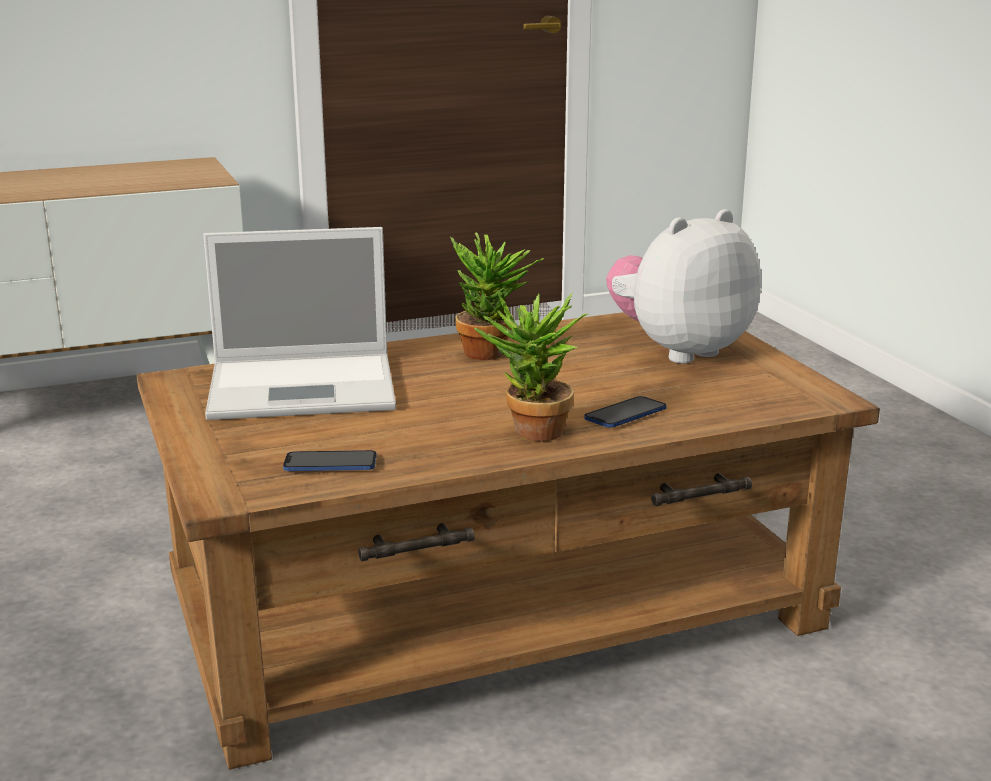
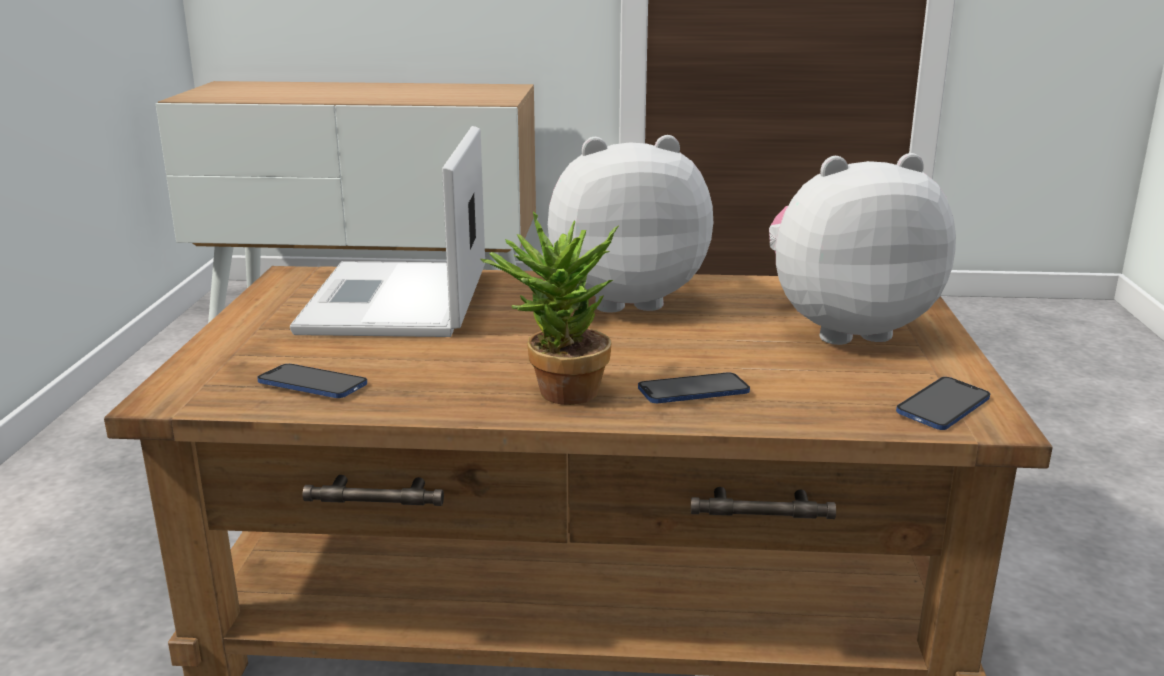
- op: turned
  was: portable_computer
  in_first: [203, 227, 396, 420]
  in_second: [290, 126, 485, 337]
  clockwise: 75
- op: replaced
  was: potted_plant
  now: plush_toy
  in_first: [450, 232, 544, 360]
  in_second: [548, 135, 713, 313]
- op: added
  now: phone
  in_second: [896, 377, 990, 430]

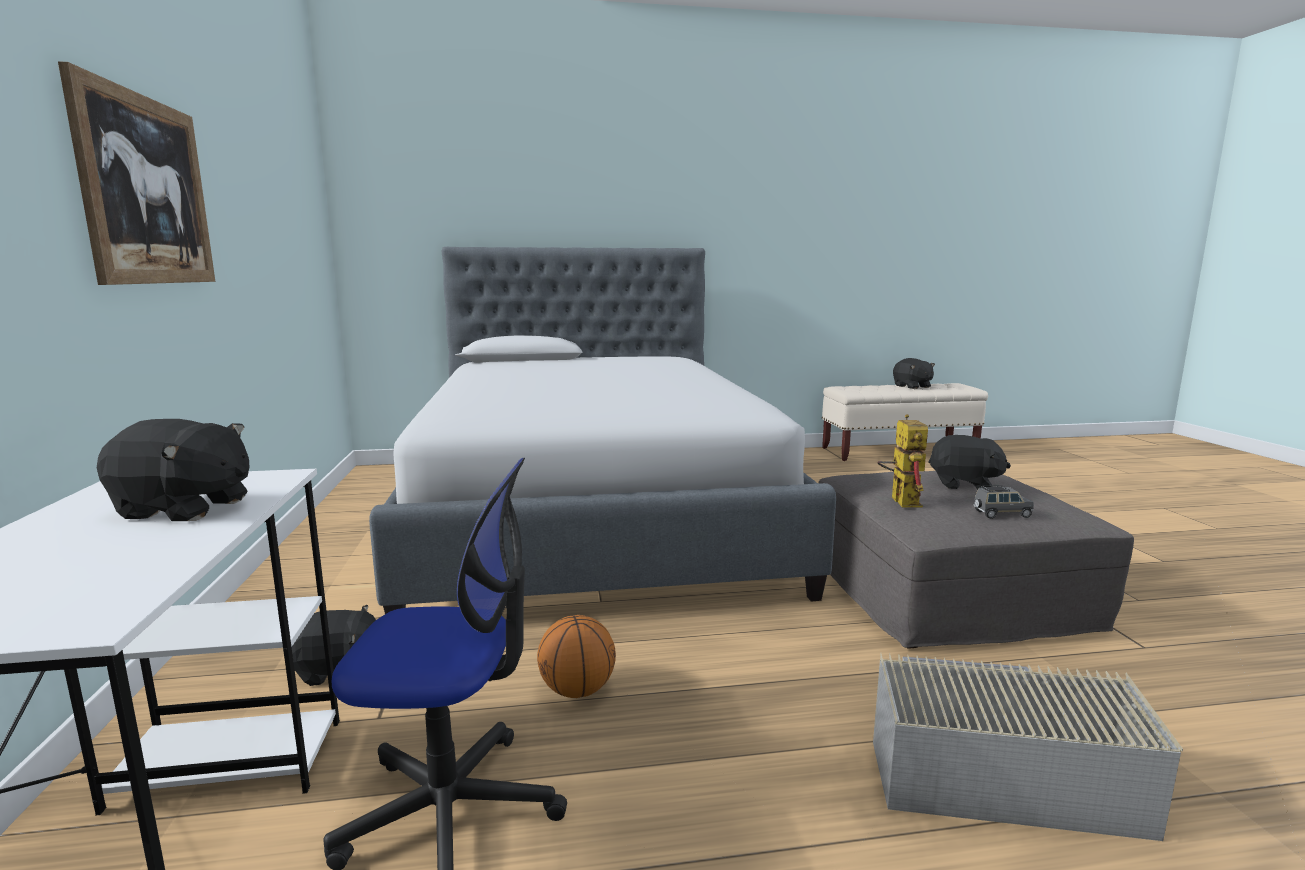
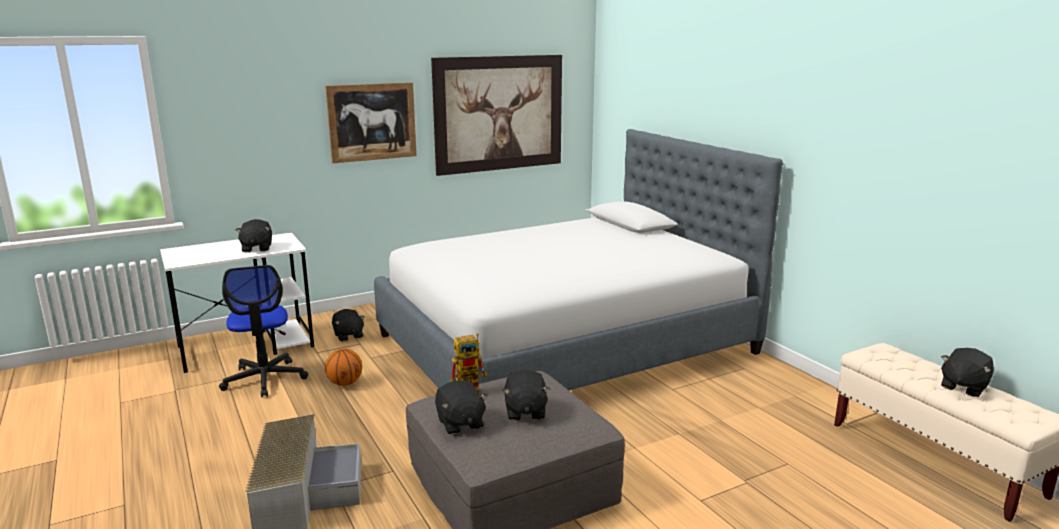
- op: added
  now: wall_art
  in_second: [431, 55, 562, 176]
- op: replaced
  was: greyish_model_car
  now: black_plush_toy
  in_first: [974, 485, 1034, 519]
  in_second: [435, 381, 487, 435]

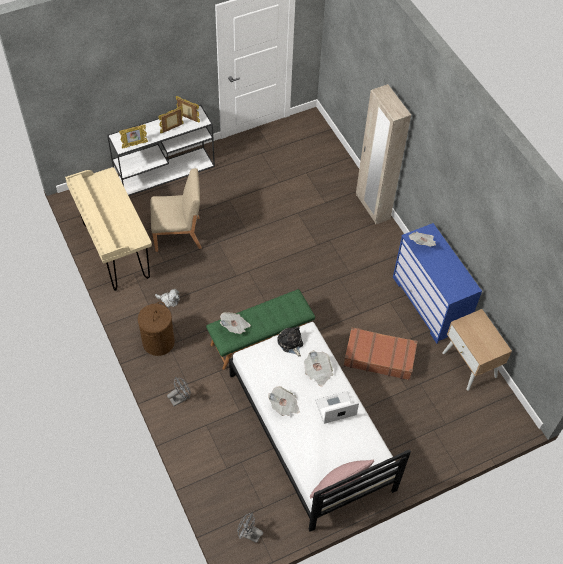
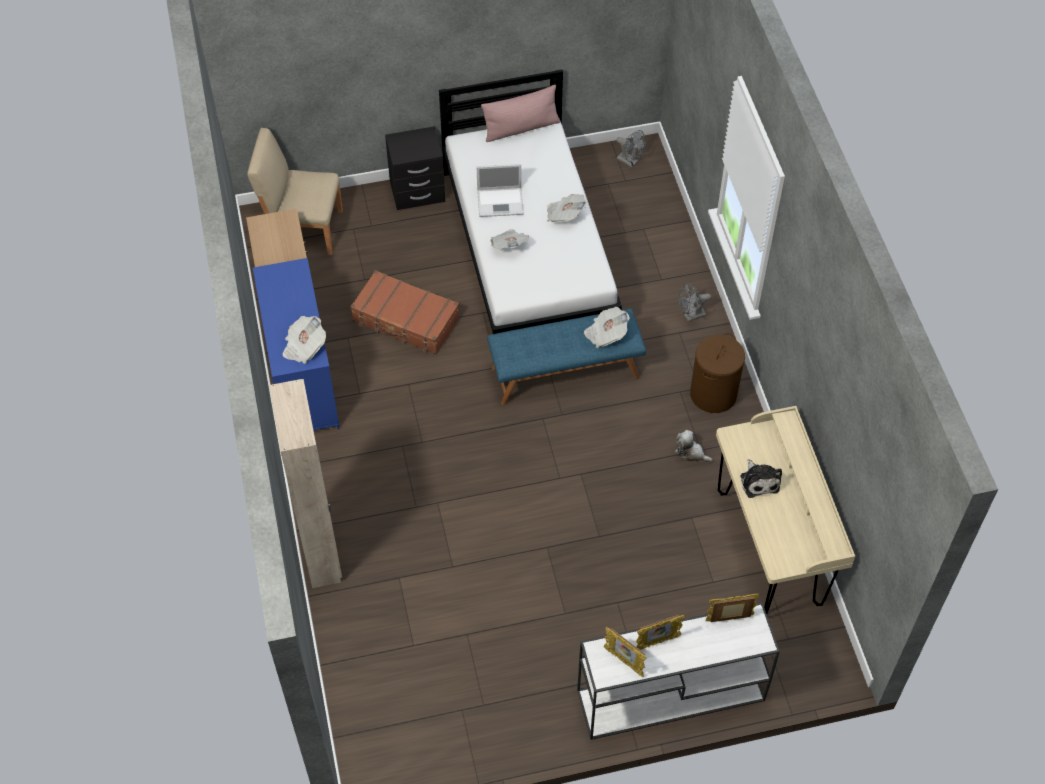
- op: moved
  was: sand-coloured_chair
  in_first: [150, 168, 202, 252]
  in_second: [247, 128, 343, 255]
- op: added
  now: black_bedside_table
  in_second: [385, 127, 445, 210]
- op: recoloured
  was: greenish_long_seat
  now: bluish_long_seat
  in_first: [206, 289, 315, 370]
  in_second: [487, 309, 646, 405]
- op: moved
  was: plush_toy
  in_first: [277, 326, 303, 357]
  in_second: [740, 459, 782, 498]

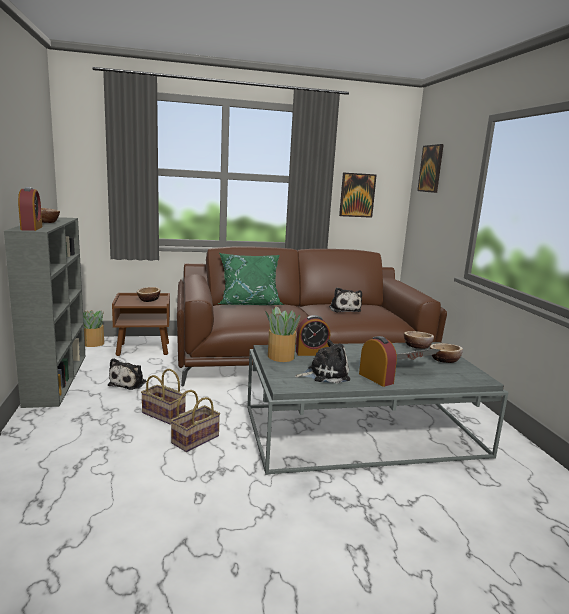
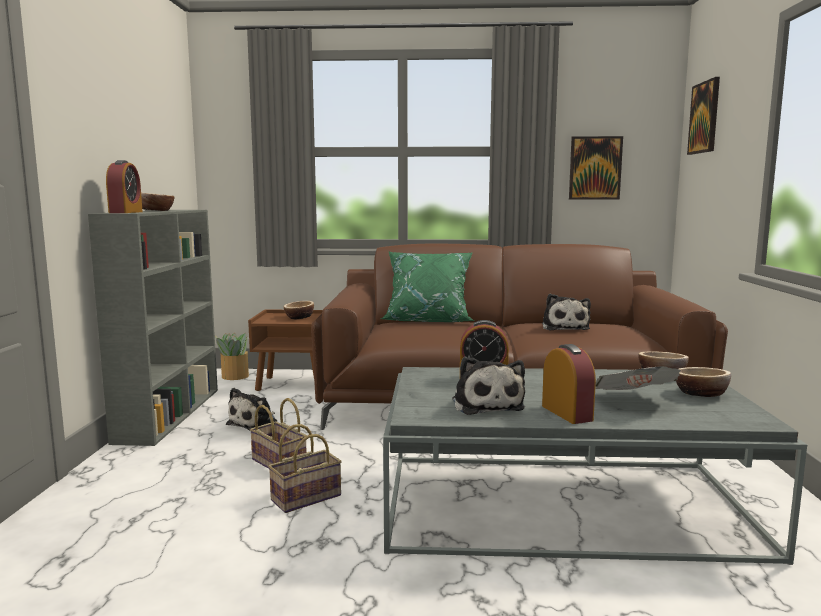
- op: turned
  was: plush_toy
  in_first: [295, 339, 350, 383]
  in_second: [453, 357, 525, 415]
  clockwise: 75
- op: removed
  was: potted_plant
  in_first: [265, 306, 301, 362]

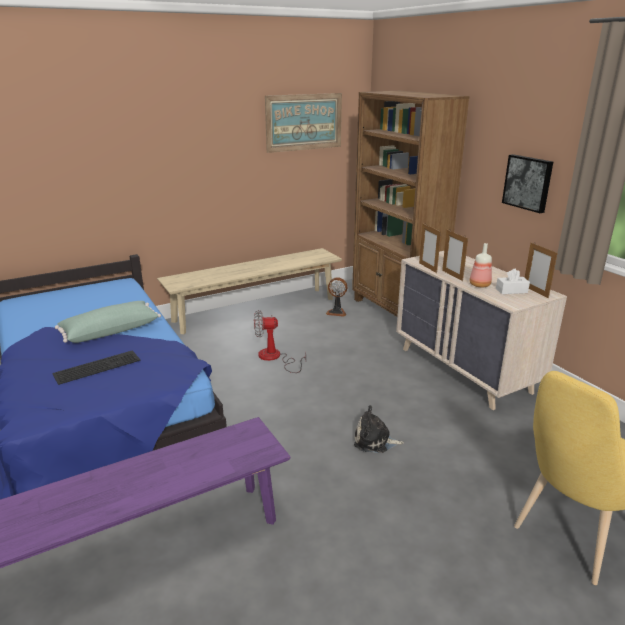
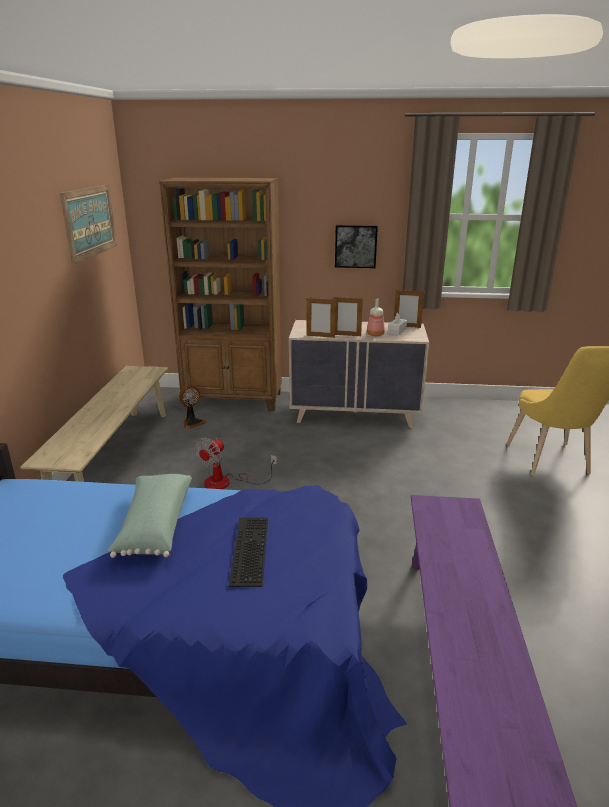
- op: removed
  was: plush_toy
  in_first: [354, 405, 404, 453]

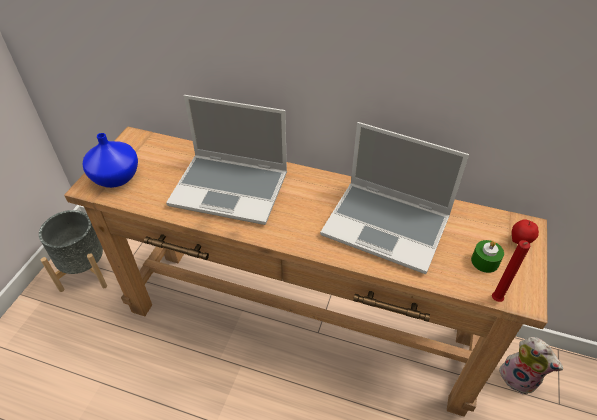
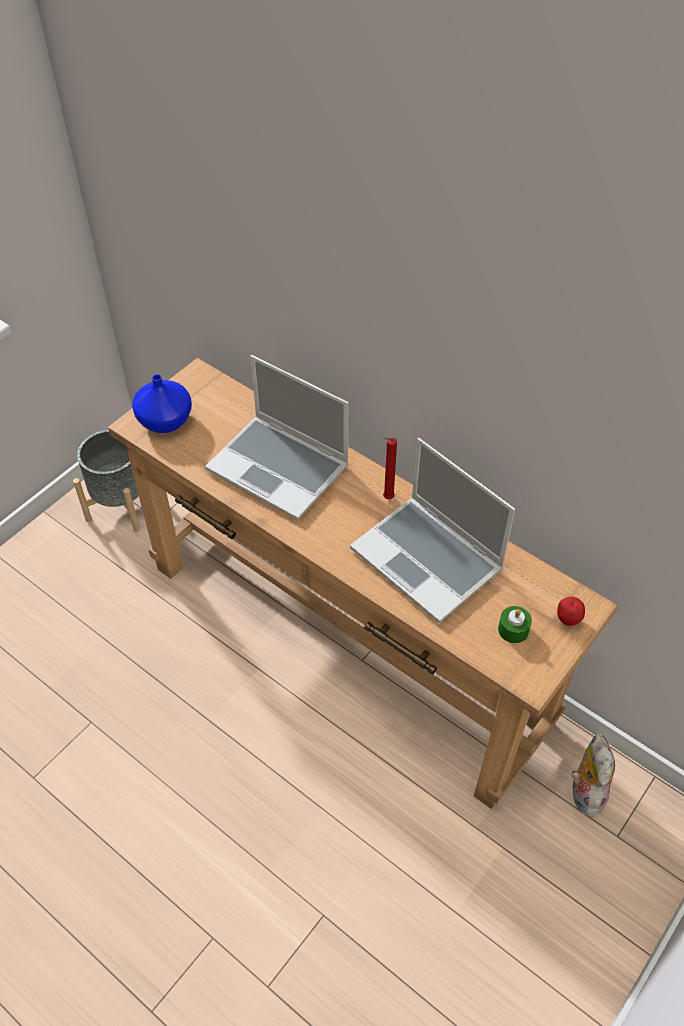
- op: moved
  was: red-coloured_wax_candle
  in_first: [492, 240, 530, 302]
  in_second: [383, 437, 397, 499]
- op: turned
  was: plush_toy
  in_first: [499, 337, 563, 395]
  in_second: [572, 732, 615, 820]
  clockwise: -150

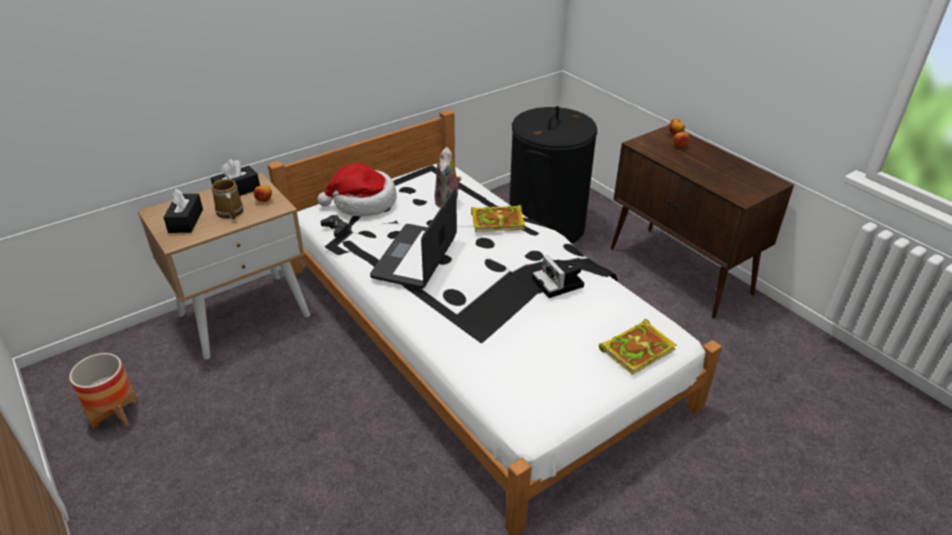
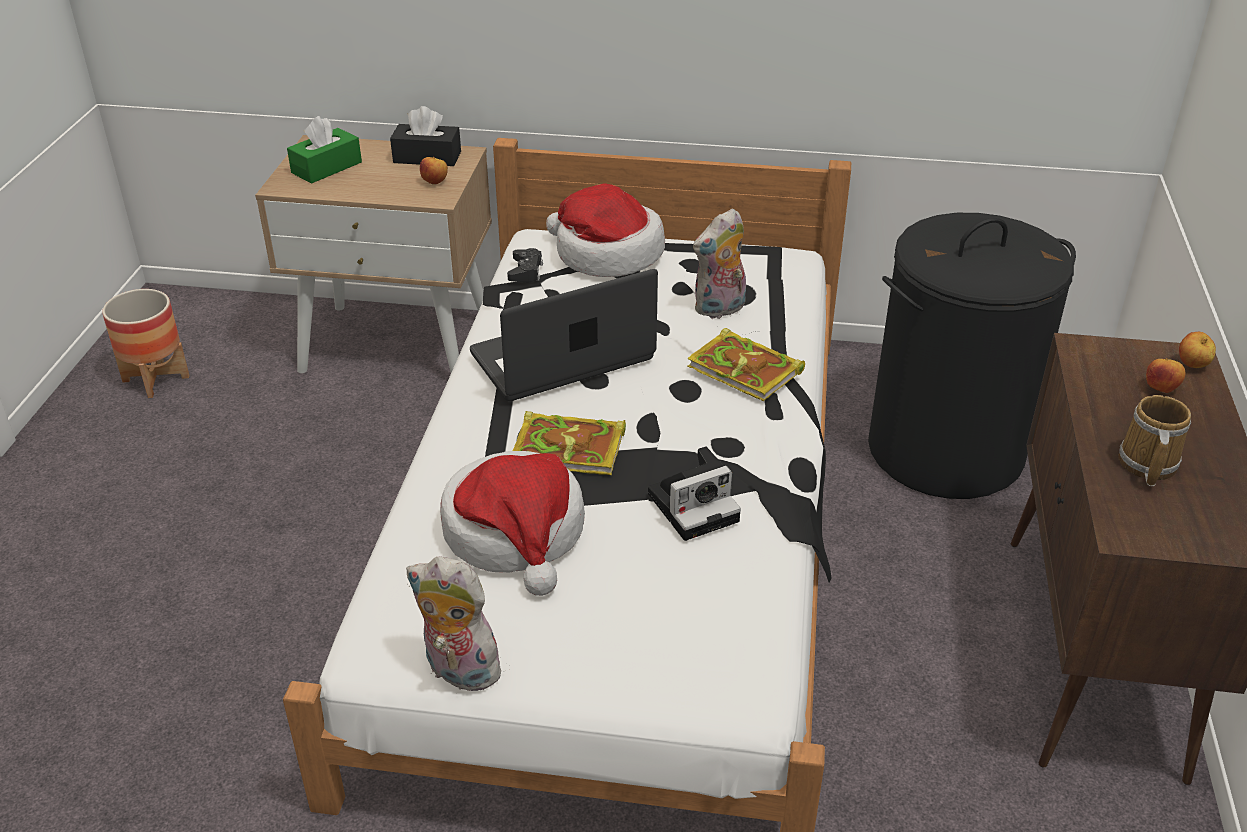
- op: recoloured
  was: black_box_of_tissues
  now: greenish_box_of_tissues
  in_first: [163, 189, 203, 233]
  in_second: [287, 116, 362, 184]
- op: added
  now: plush_toy
  in_second: [406, 556, 505, 694]
- op: added
  now: clothing_hat
  in_second: [440, 451, 585, 596]
- op: moved
  was: volume
  in_first: [599, 319, 677, 375]
  in_second: [513, 411, 626, 475]
- op: turned
  was: still_camera
  in_first: [533, 255, 584, 298]
  in_second: [648, 446, 741, 541]
  clockwise: -135
- op: moved
  was: tea_mug
  in_first: [212, 179, 243, 219]
  in_second: [1118, 395, 1191, 486]

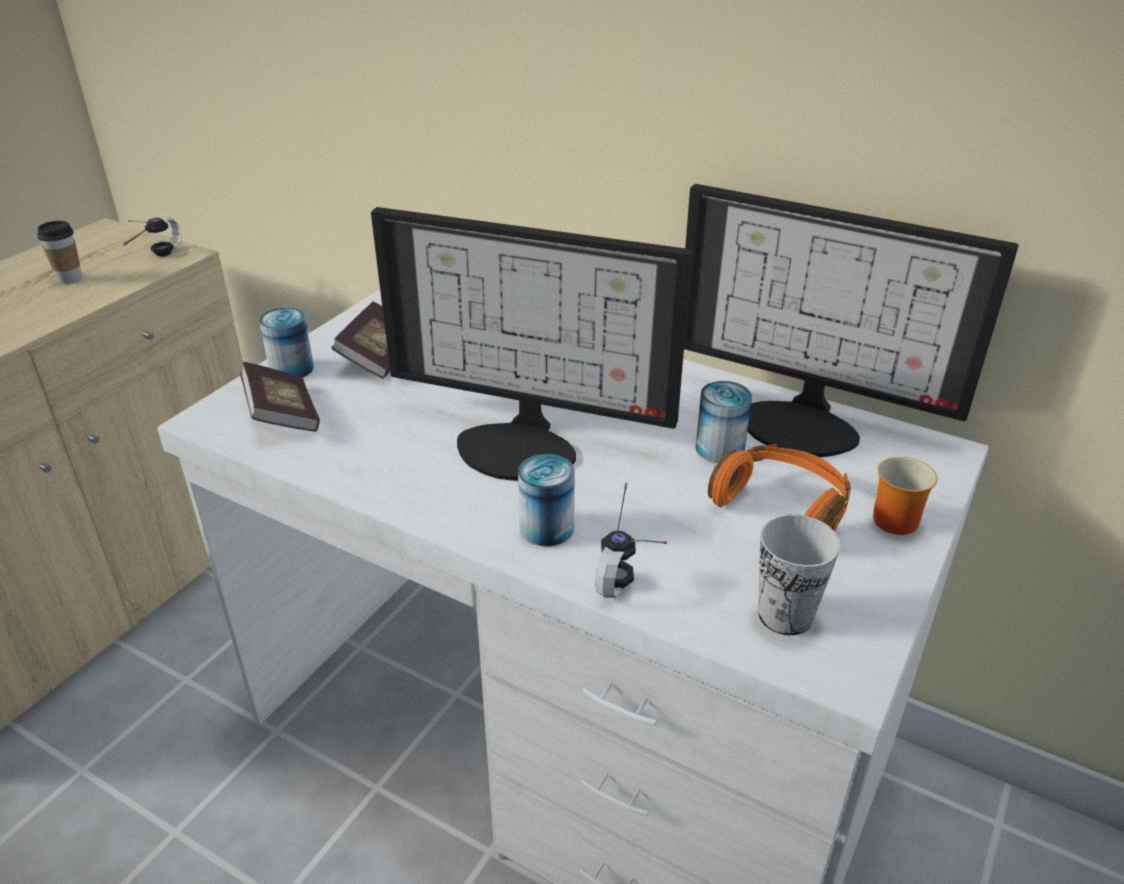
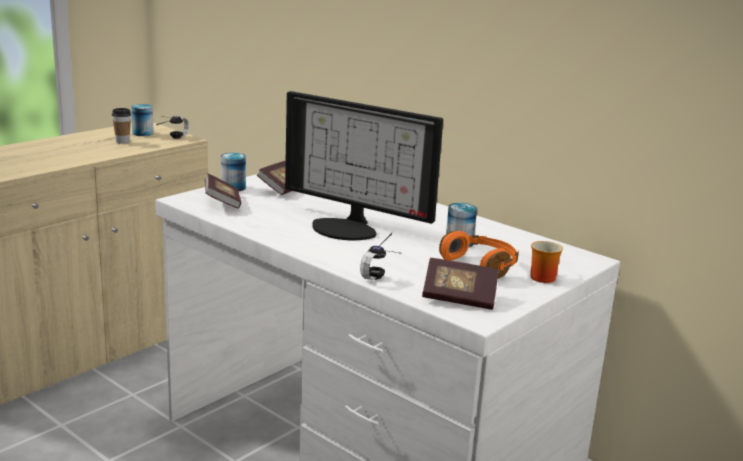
- op: moved
  was: metal_can
  in_first: [518, 454, 575, 547]
  in_second: [131, 104, 154, 136]
- op: replaced
  was: drinking_cup
  now: volume
  in_first: [758, 514, 840, 635]
  in_second: [422, 258, 499, 310]
- op: removed
  was: computer_display
  in_first: [684, 184, 1019, 457]

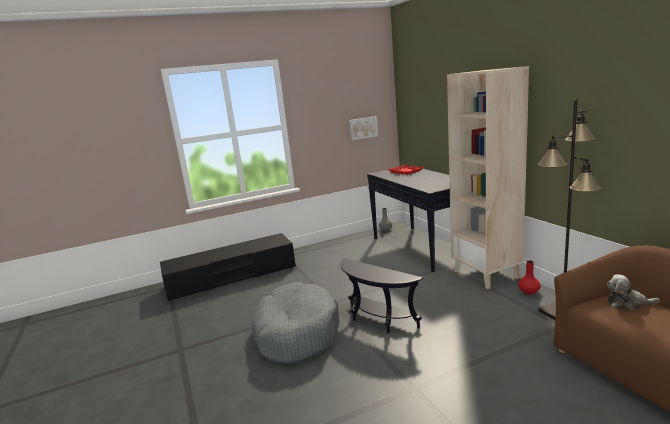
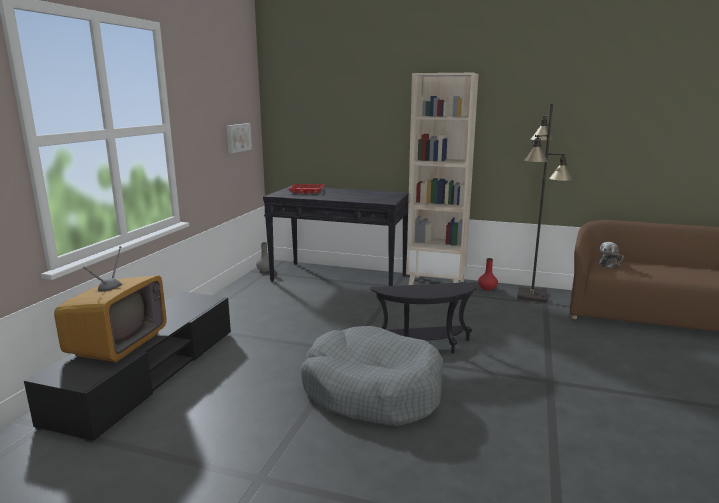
- op: added
  now: TV_set
  in_second: [54, 246, 167, 362]

